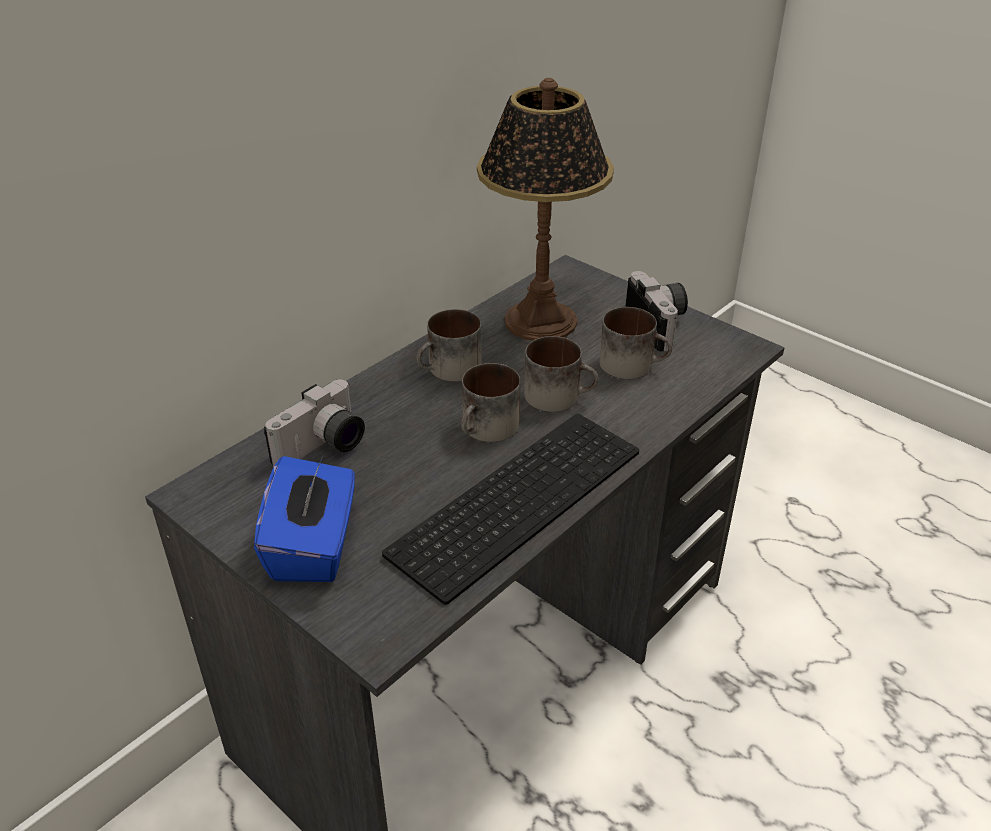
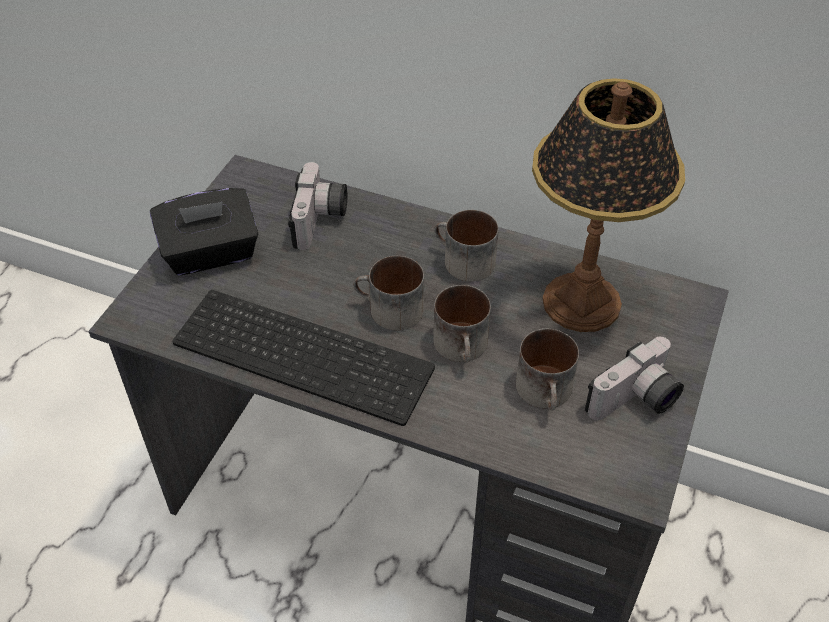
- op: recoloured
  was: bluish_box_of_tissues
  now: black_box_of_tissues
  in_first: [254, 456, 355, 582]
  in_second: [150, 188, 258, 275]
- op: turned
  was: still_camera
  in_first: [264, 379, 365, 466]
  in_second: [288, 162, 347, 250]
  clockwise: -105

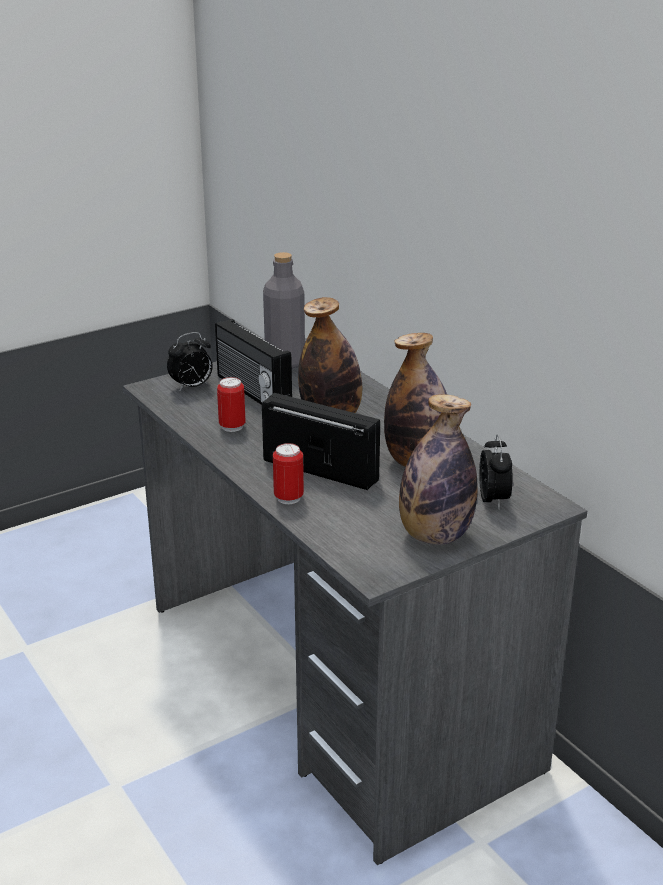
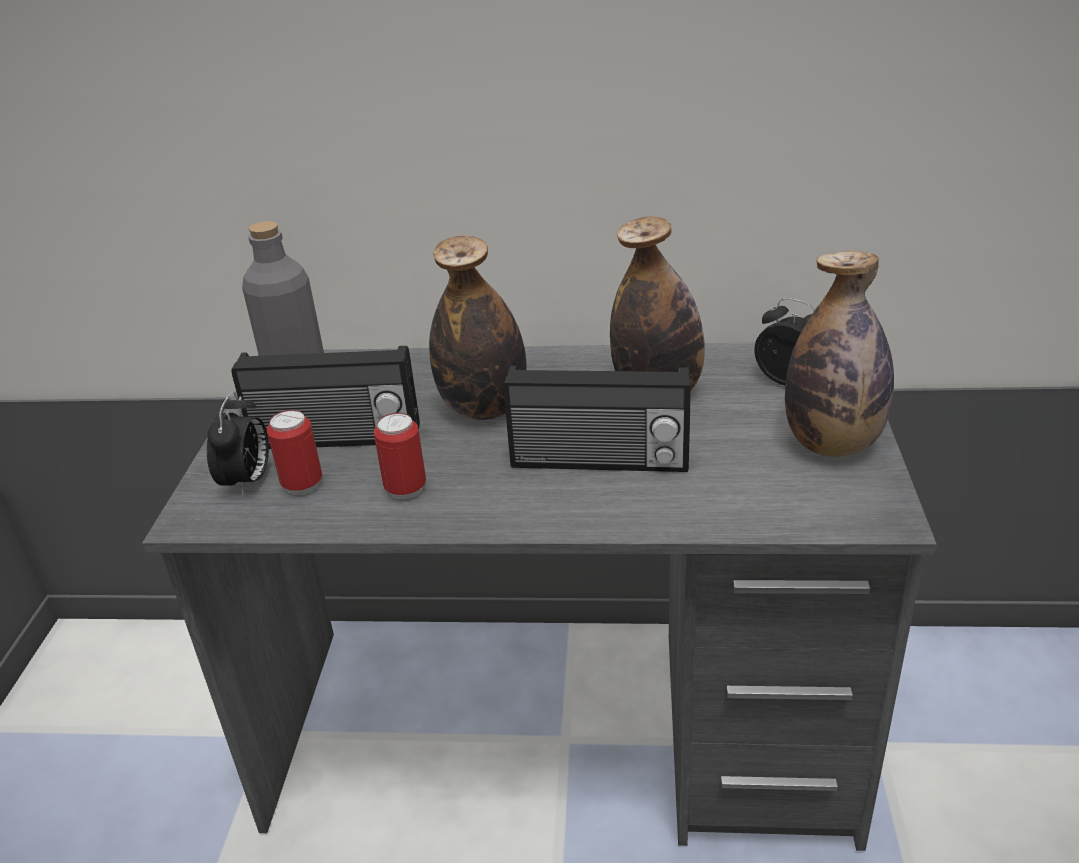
- op: moved
  was: metal_can
  in_first: [273, 443, 304, 504]
  in_second: [267, 410, 322, 495]
- op: turned
  was: radio_receiver
  in_first: [262, 393, 380, 490]
  in_second: [503, 366, 691, 472]
  clockwise: -150

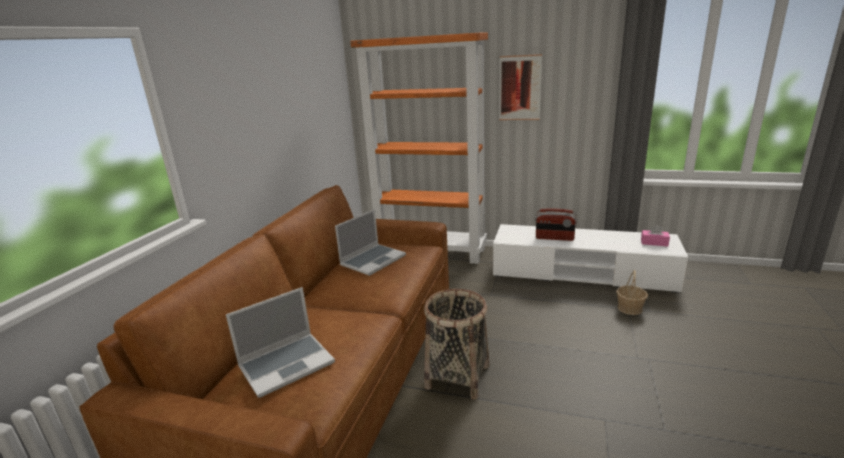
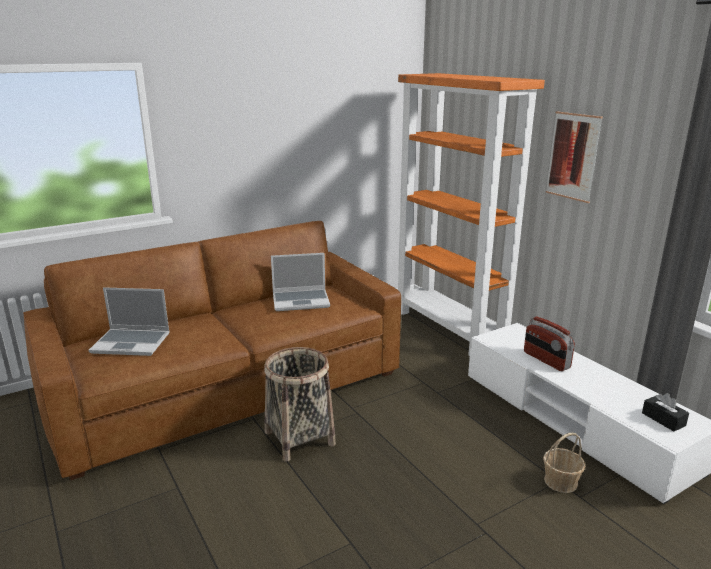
- op: recoloured
  was: pink-coloured_box_of_tissues
  now: black_box_of_tissues
  in_first: [641, 224, 670, 247]
  in_second: [642, 393, 689, 431]

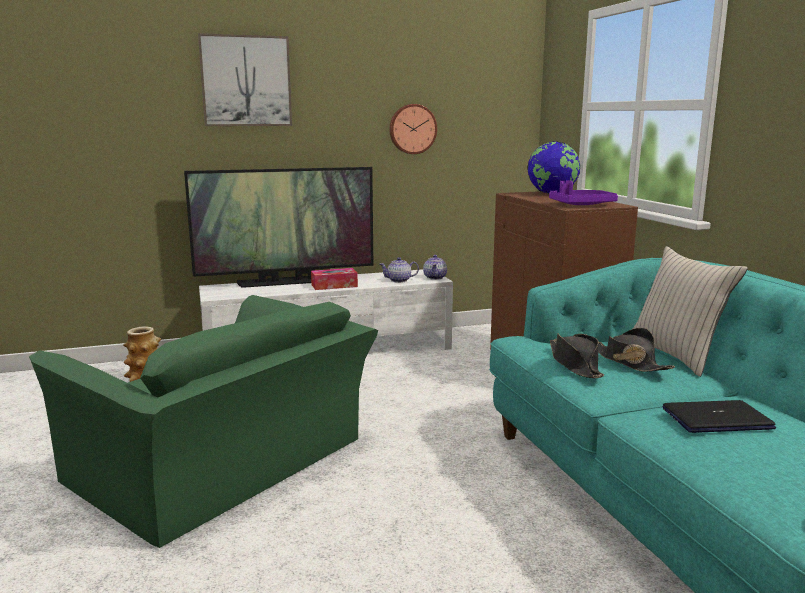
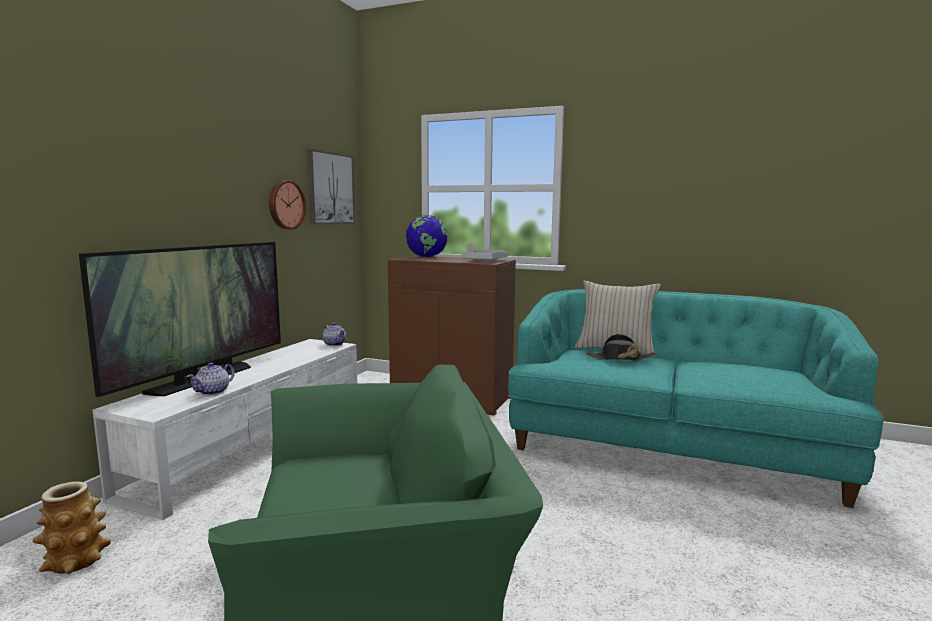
- op: moved
  was: pot_for_tea
  in_first: [380, 257, 419, 283]
  in_second: [187, 362, 235, 395]
- op: moved
  was: wall_art
  in_first: [198, 33, 292, 126]
  in_second: [307, 149, 355, 224]
- op: recoloured
  was: purple-coloured_serving_tray
  now: greyish_serving_tray
  in_first: [549, 180, 618, 205]
  in_second: [463, 243, 508, 261]
- op: removed
  was: box_of_tissues
  in_first: [311, 268, 358, 290]
- op: removed
  was: black_clothing_hat
  in_first: [550, 334, 604, 378]
- op: removed
  was: portable_computer
  in_first: [663, 400, 776, 433]

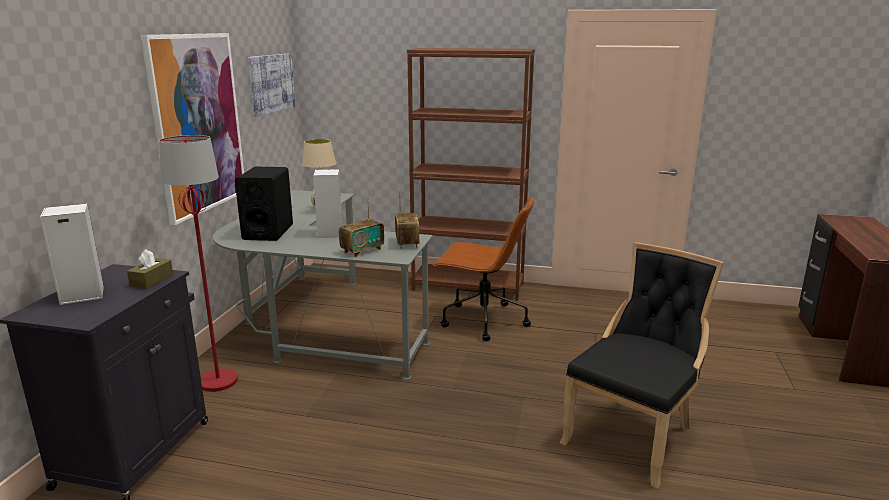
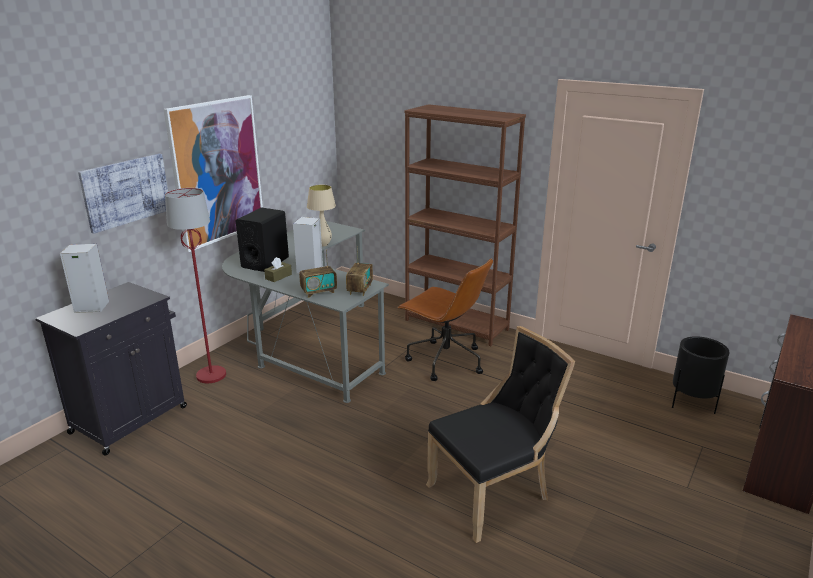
- op: moved
  was: wall_art
  in_first: [248, 53, 296, 116]
  in_second: [78, 154, 168, 234]
- op: moved
  was: brown-coloured_box_of_tissues
  in_first: [127, 249, 173, 289]
  in_second: [264, 257, 292, 282]
- op: added
  now: black_flower_pot
  in_second: [672, 336, 730, 414]

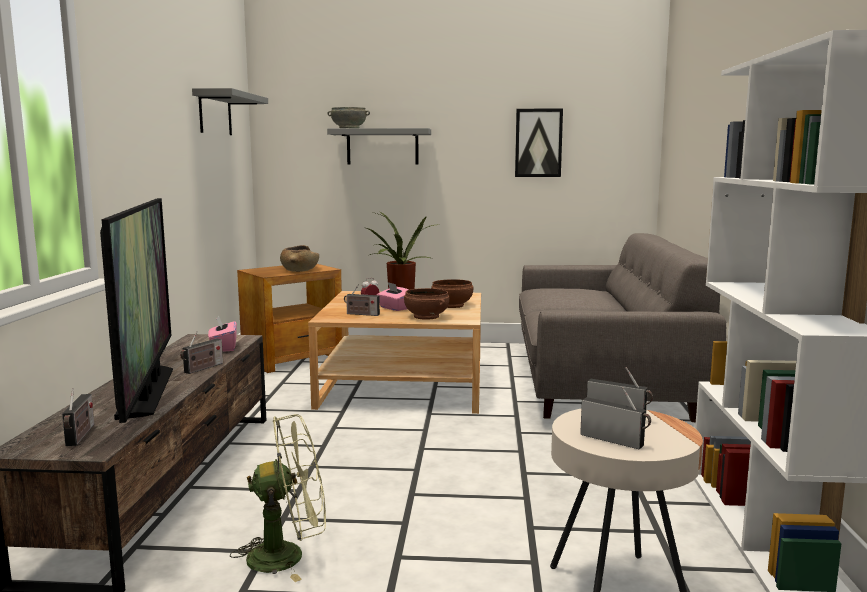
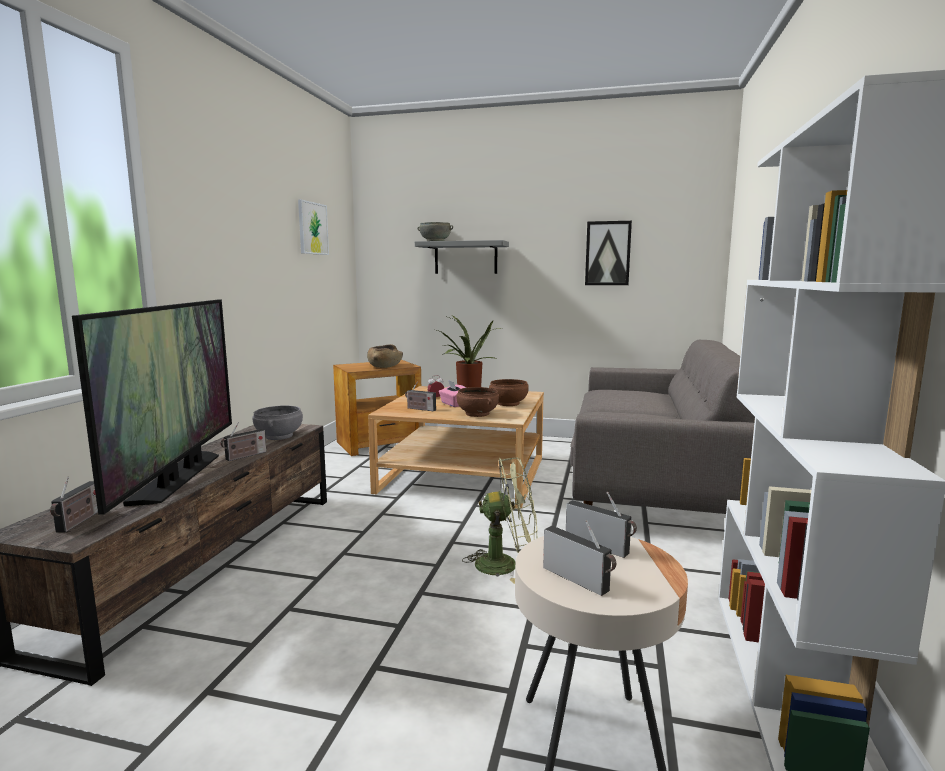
- op: replaced
  was: pink-coloured_box_of_tissues
  now: greyish_serving_bowl
  in_first: [208, 315, 237, 352]
  in_second: [252, 405, 303, 440]
- op: replaced
  was: greyish_shelf
  now: wall_art
  in_first: [192, 88, 268, 135]
  in_second: [298, 199, 329, 255]
- op: moved
  was: greenish_electric_fan
  in_first: [230, 414, 326, 582]
  in_second: [462, 457, 537, 584]

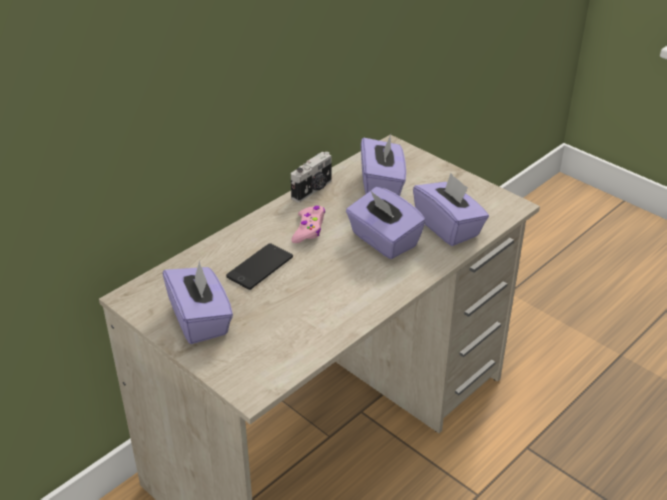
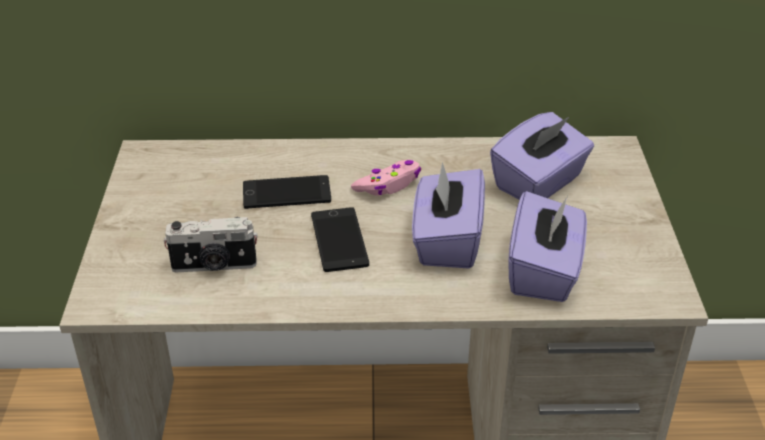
- op: moved
  was: still_camera
  in_first: [291, 151, 332, 203]
  in_second: [164, 217, 258, 273]
- op: added
  now: phone
  in_second: [311, 207, 369, 272]
- op: removed
  was: purple-coloured_box_of_tissues
  in_first: [163, 261, 233, 344]

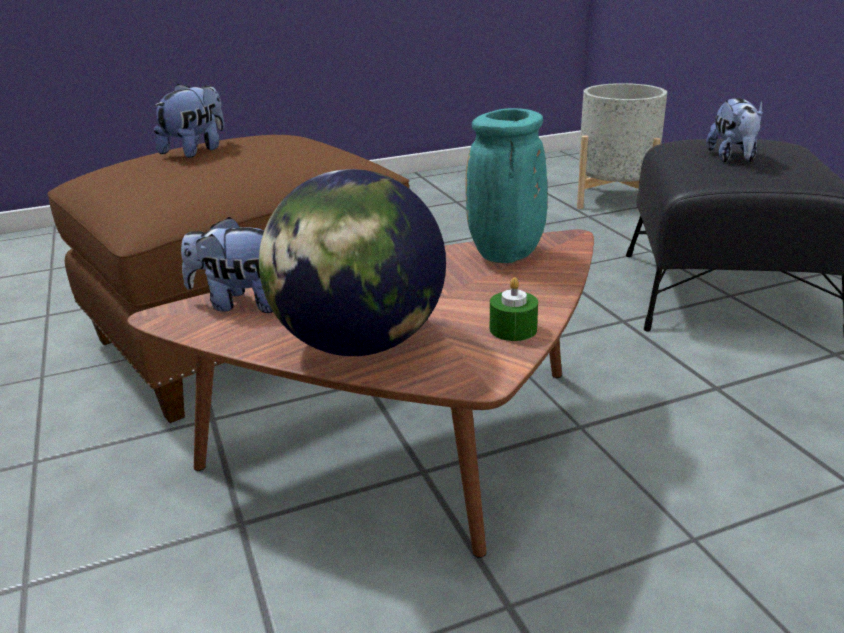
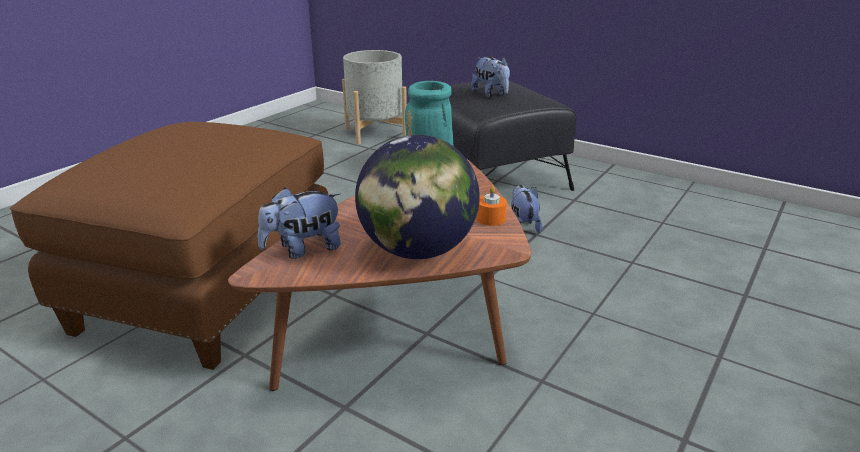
- op: recoloured
  was: greenish_wax_candle
  now: orange-coloured_wax_candle
  in_first: [490, 277, 538, 341]
  in_second: [476, 186, 507, 226]
- op: moved
  was: plush_toy
  in_first: [154, 84, 224, 158]
  in_second: [511, 185, 542, 233]

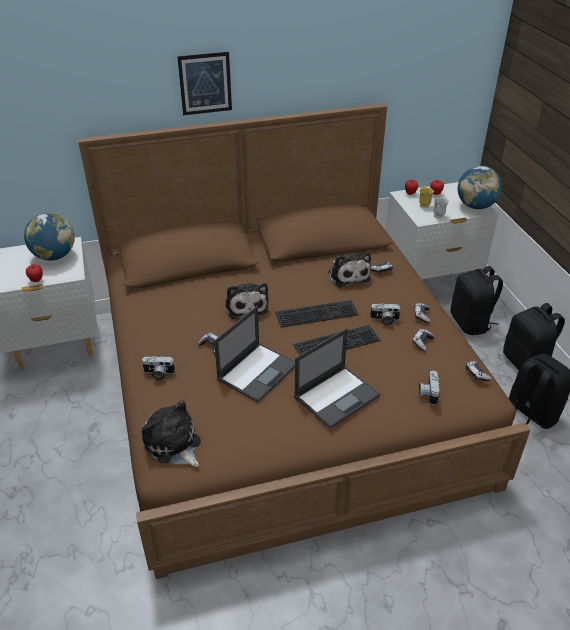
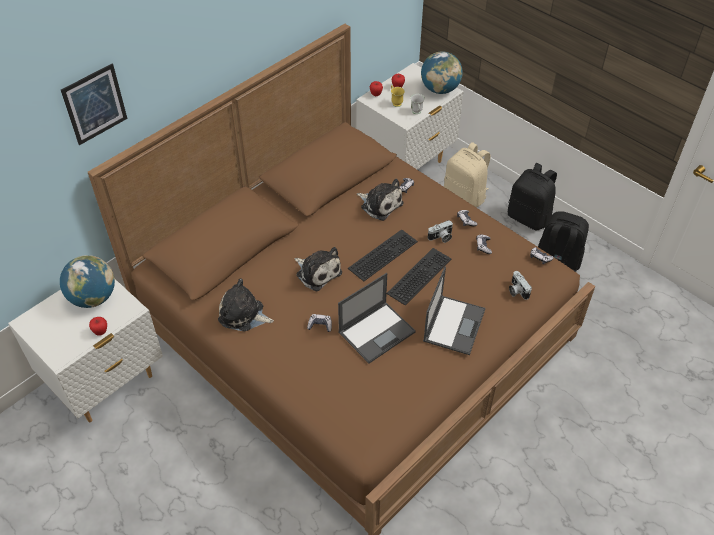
- op: moved
  was: wall_art
  in_first: [177, 52, 232, 115]
  in_second: [61, 64, 127, 145]
- op: moved
  was: plush_toy
  in_first: [142, 400, 201, 467]
  in_second: [218, 278, 274, 332]
- op: turned
  was: portable_computer
  in_first: [214, 306, 295, 403]
  in_second: [338, 273, 416, 363]
  clockwise: 45
- op: recoloured
  was: black_backpack
  now: sand-coloured_backpack
  in_first: [450, 266, 503, 335]
  in_second: [444, 142, 491, 207]
- op: removed
  was: still_camera
  in_first: [141, 356, 175, 381]

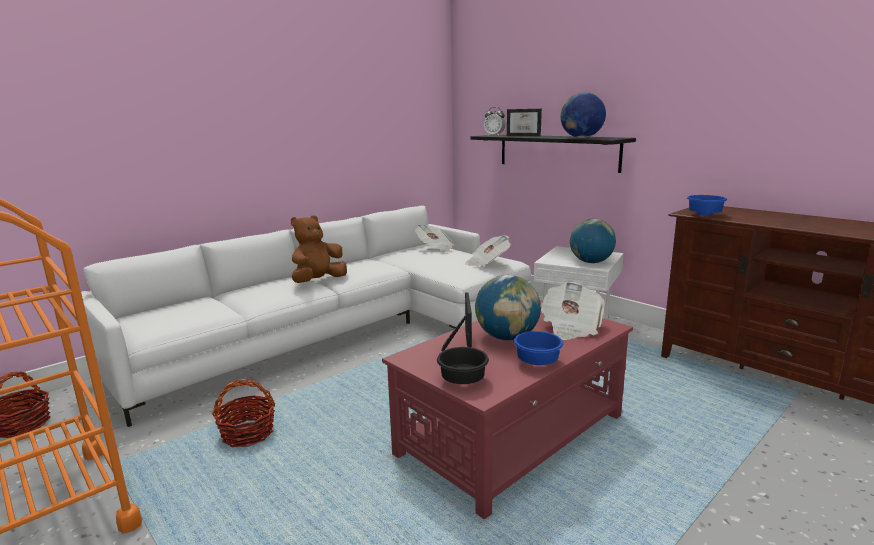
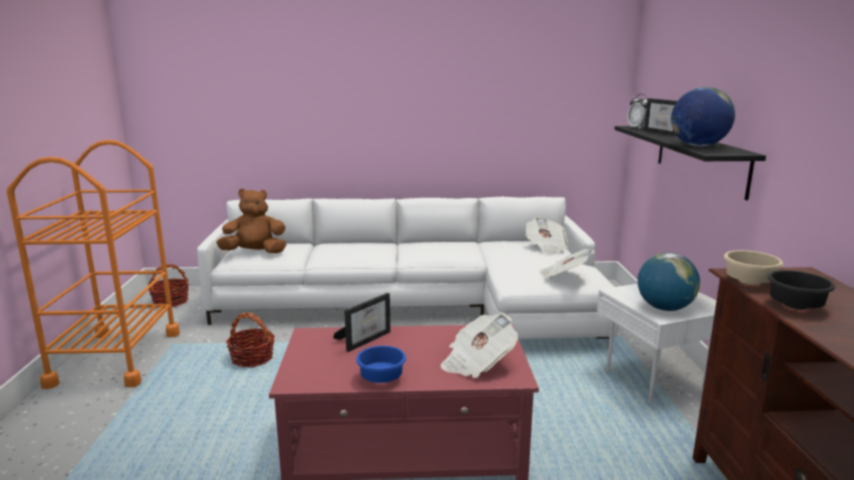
- op: moved
  was: brown-coloured_plush_toy
  in_first: [291, 215, 347, 283]
  in_second: [216, 189, 286, 254]
- op: recoloured
  was: bluish_serving_bowl
  now: sand-coloured_serving_bowl
  in_first: [687, 195, 727, 216]
  in_second: [724, 250, 783, 285]
- op: moved
  was: black_serving_bowl
  in_first: [437, 347, 489, 384]
  in_second: [767, 270, 835, 309]
- op: removed
  was: globe
  in_first: [475, 275, 541, 340]

